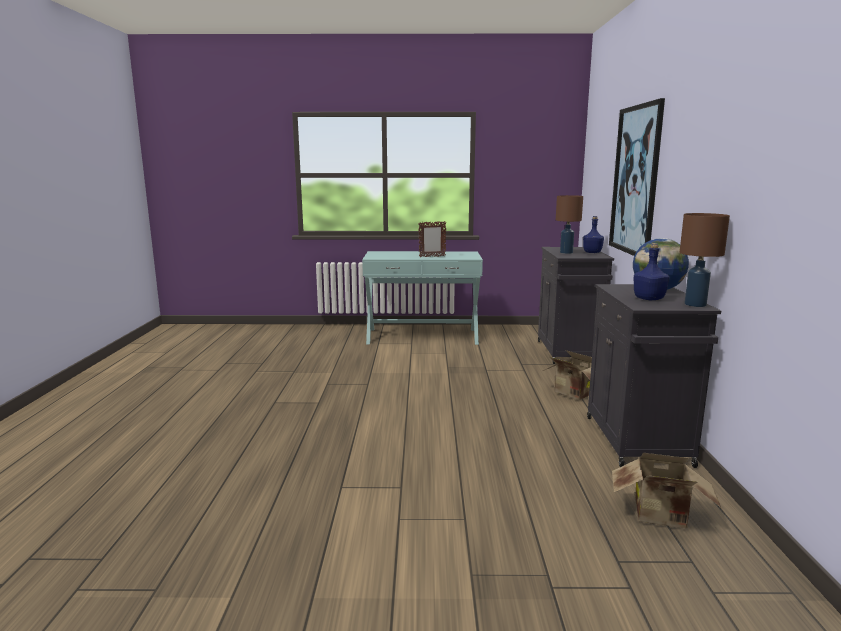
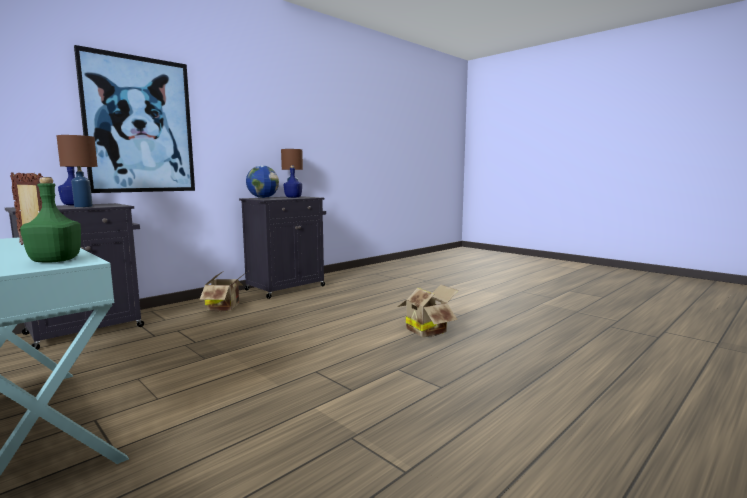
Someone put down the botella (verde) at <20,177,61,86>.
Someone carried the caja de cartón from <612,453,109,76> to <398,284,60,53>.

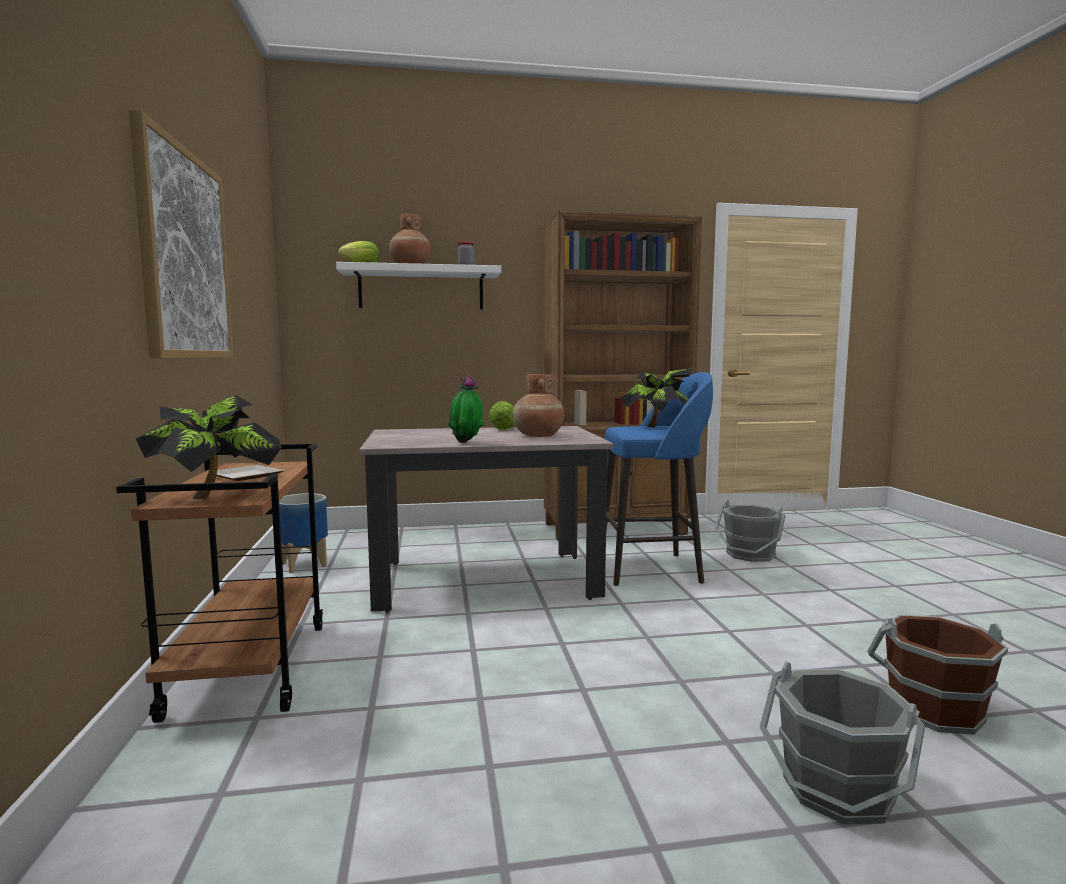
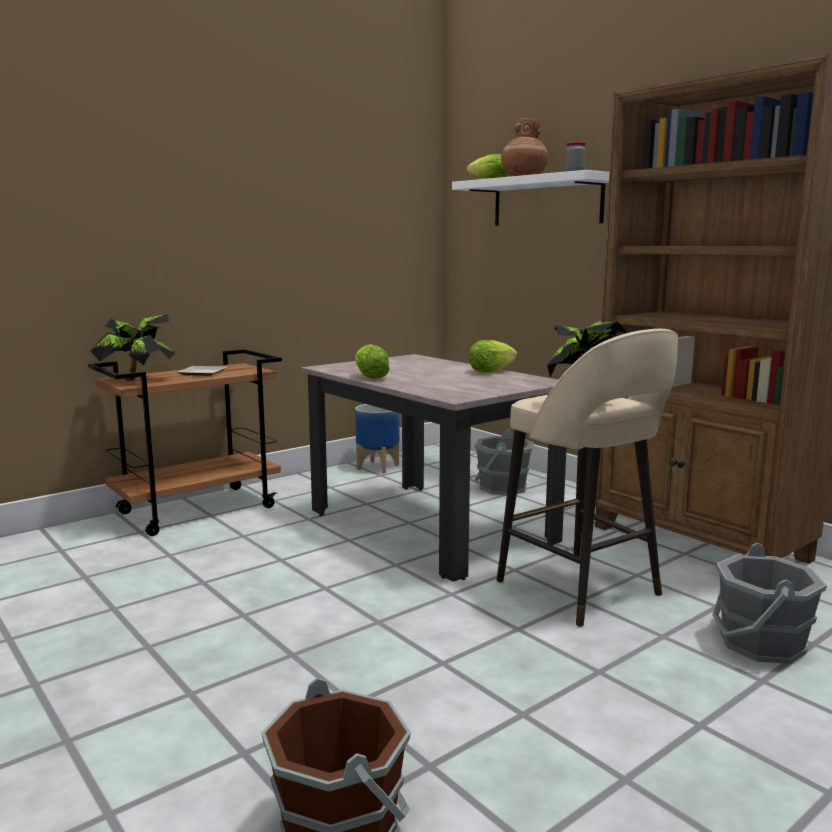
Someone swapped the planta en maceta at <448,375,37,68> for the lechuga at <355,344,35,35>.
Someone carried the cubo (gris) from <760,661,165,163> to <475,429,59,66>.
Someone repainted the taburete (azul) at <605,372,108,214>, which became the taburete (beis) at <497,329,181,298>.
Someone took away the cuadro at <129,110,104,248>.
Someone took away the florero (marrón) at <513,374,51,63>.

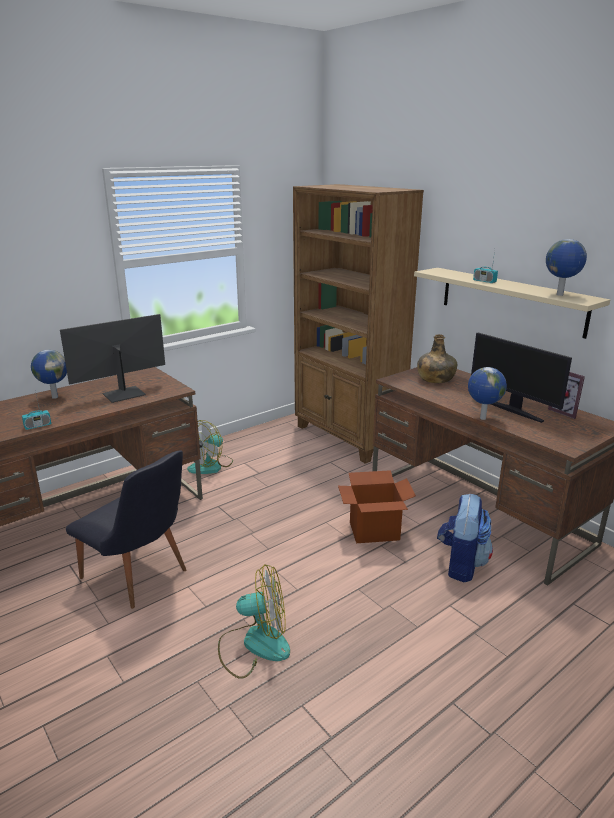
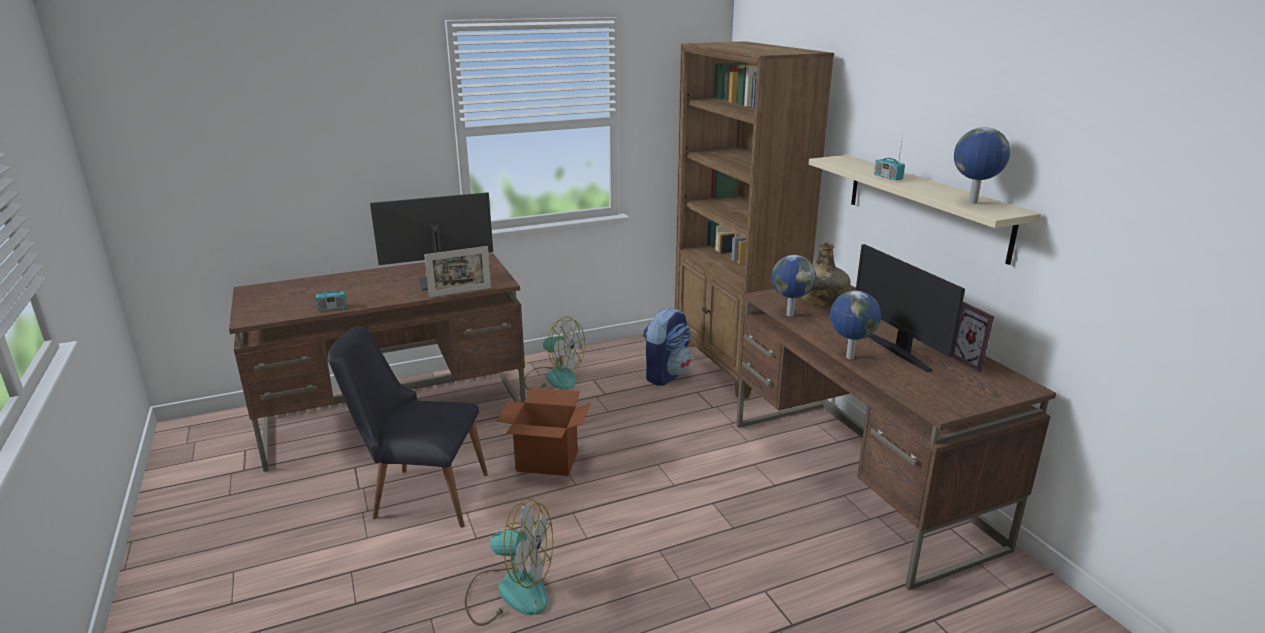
Someone rotated the silla (negro) at <66,450,120,159> by 135 degrees clockwise.
Someone put down the portarretratos at <424,246,67,51>.
Someone carried the caja de cartón from <338,470,78,73> to <496,387,95,89>.
Someone rotated the ventilador at <187,420,46,54> by 120 degrees counterclockwise.
Someone carried the mochila from <437,494,56,88> to <643,307,48,79>.
Someone carried the globo terráqueo from <31,350,36,49> to <772,255,44,61>.

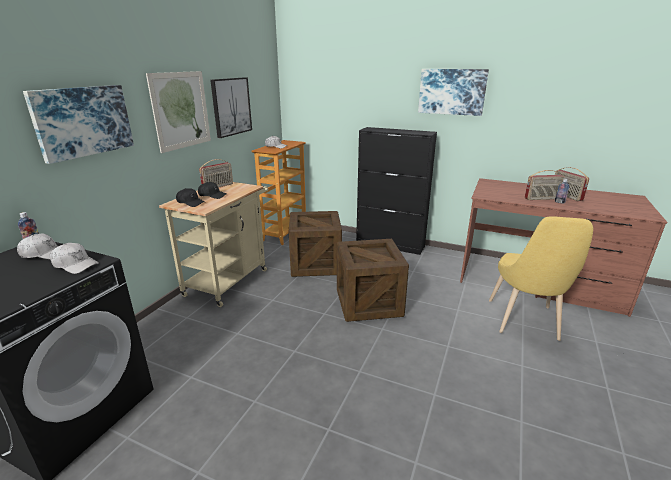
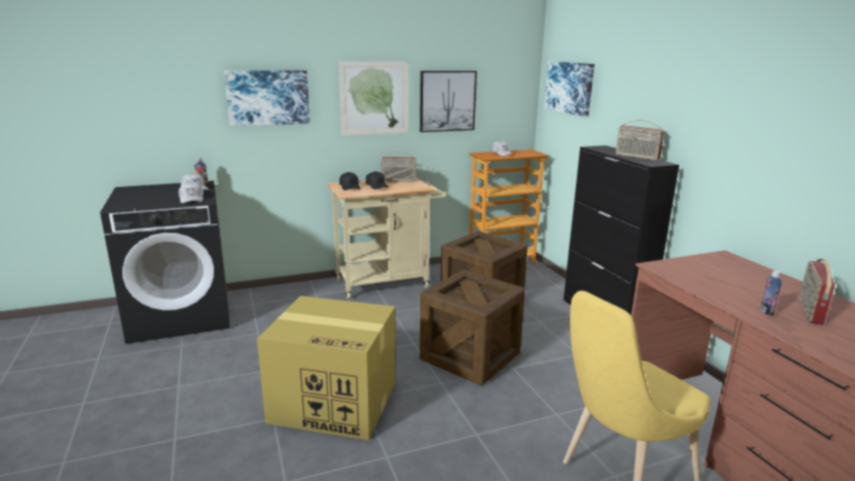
Someone put down the caja de cartón at <257,296,138,144>.
Someone carried the cuadro from <418,69,71,47> to <544,61,50,56>.
Someone carried the radio from <525,170,40,30> to <616,120,48,40>.

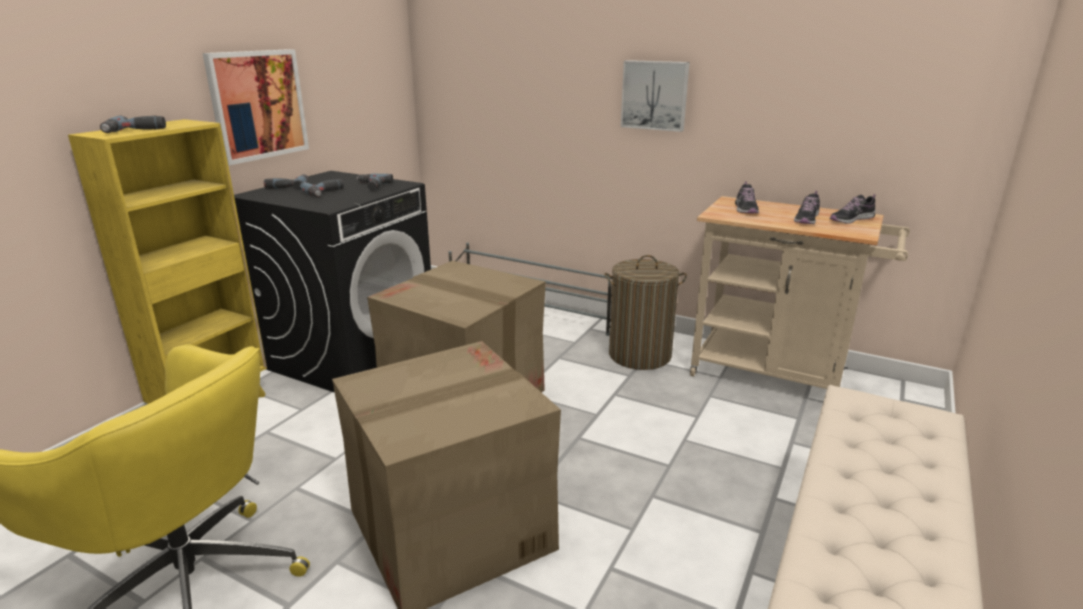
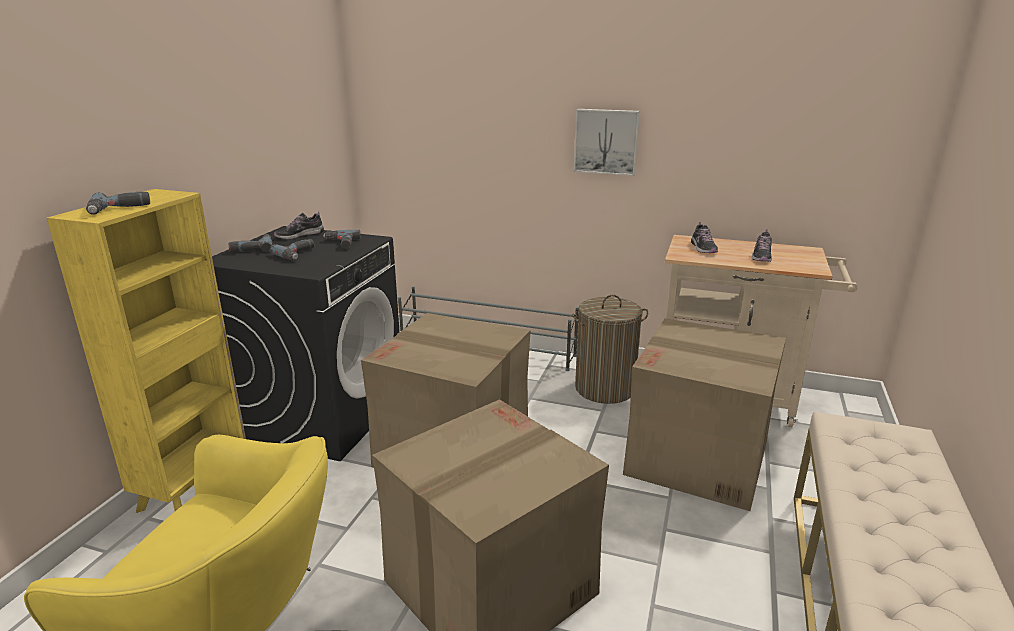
Someone carried the zapato from <830,194,46,30> to <274,211,50,28>.
Someone put down the caja de cartón at <623,318,163,193>.
Someone took away the cuadro at <202,49,107,117>.

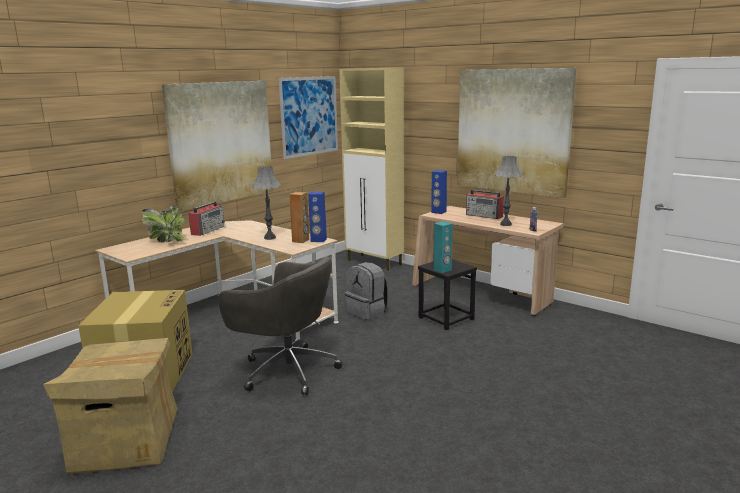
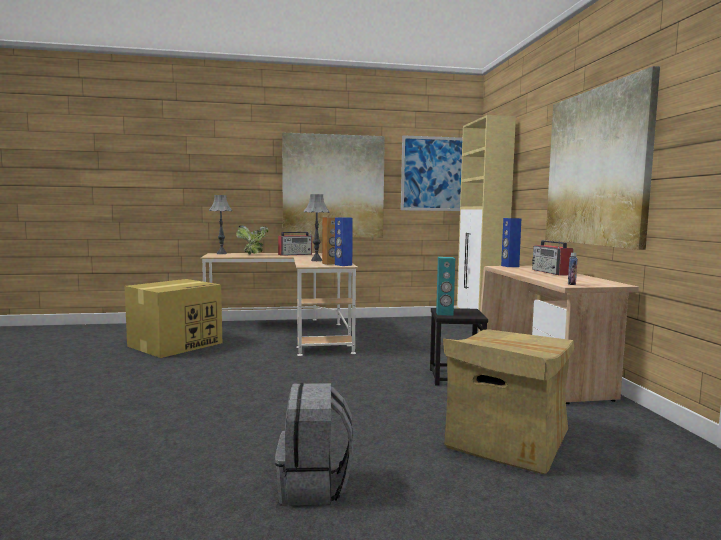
Someone carried the lámpara de mesa (gris) from <495,156,28,70> to <209,195,24,59>.
Someone carried the mochila (gris) from <345,262,44,58> to <275,383,78,122>.
Someone carried the caja de cartón from <43,338,135,136> to <443,329,131,145>.
Someone took away the silla de oficina (gris) at <218,256,124,139>.

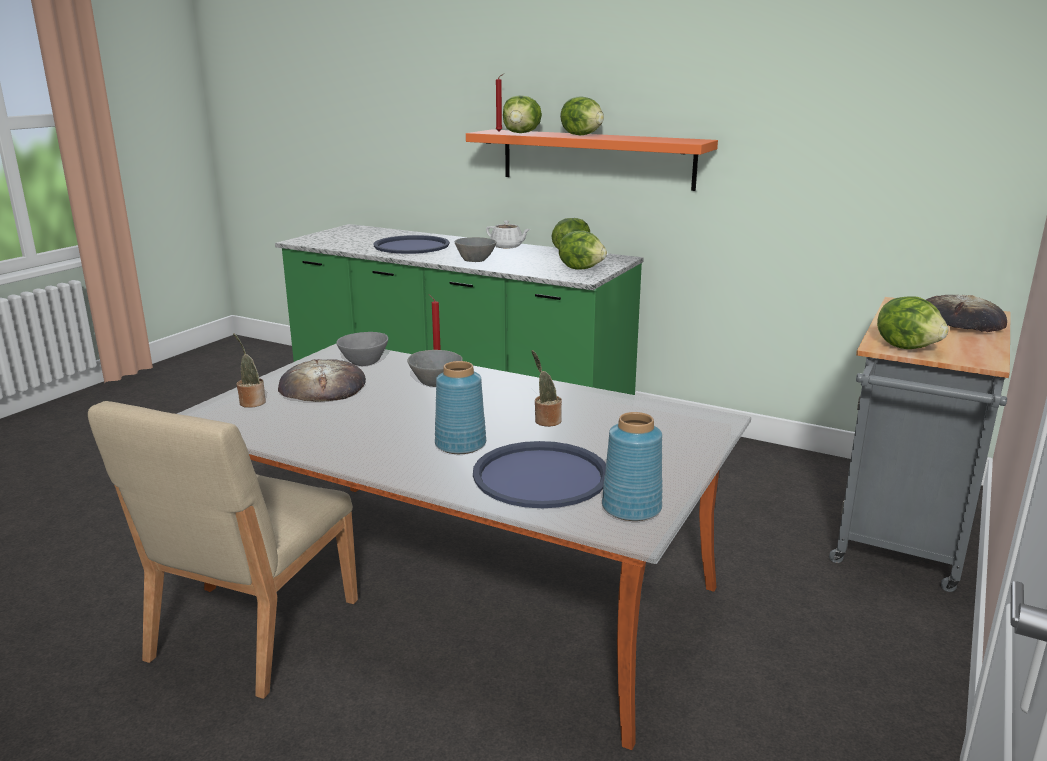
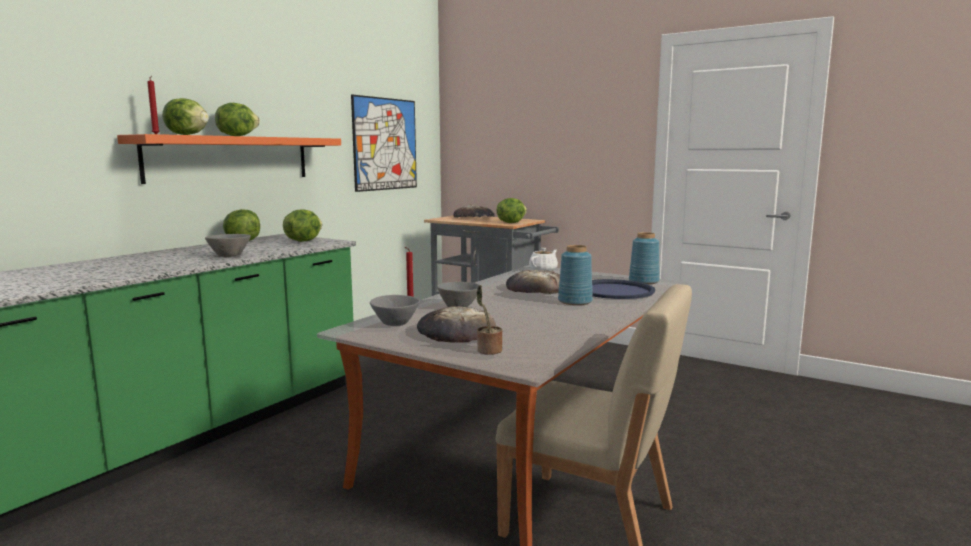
Someone put up the cuadro at <351,95,66,97>.
Someone swapped the planta en maceta at <531,350,31,77> for the pan at <506,270,54,24>.
Someone carried the tetera (blanco) from <486,221,44,28> to <529,248,29,23>.
Someone took away the bandeja (azul) at <373,235,77,19>.

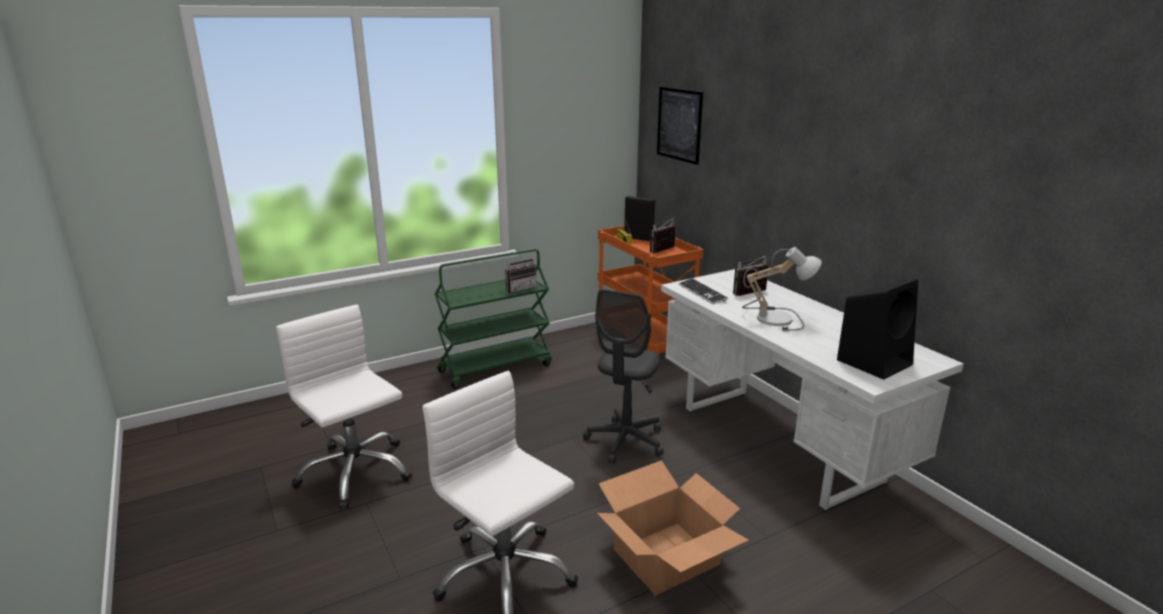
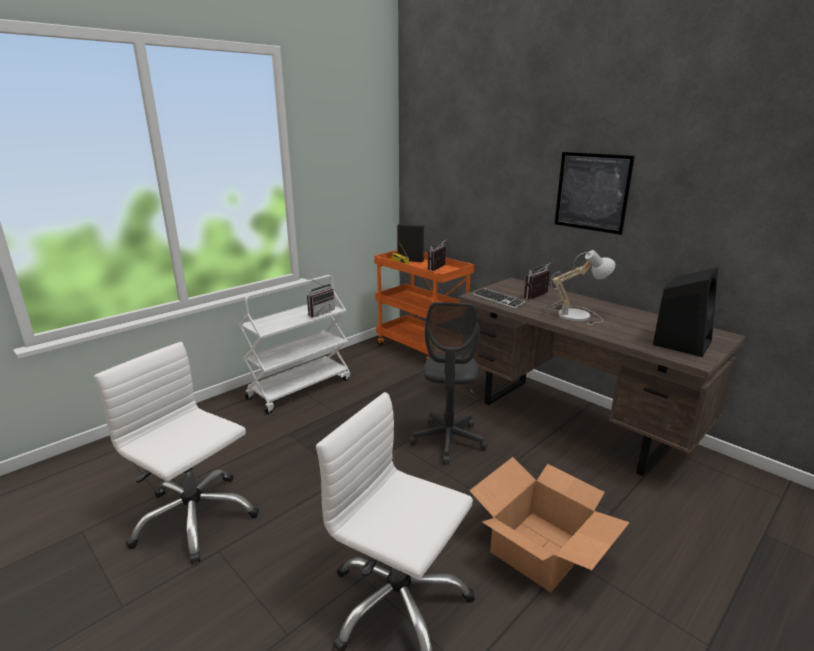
Someone repainted the carrito (verde) at <435,249,117,140>, which became the carrito (blanco) at <239,275,111,139>.
Someone repainted the escritorio (blanco) at <661,269,303,241>, which became the escritorio (marrón) at <458,278,288,198>.
Someone carried the cuadro from <657,87,46,78> to <555,152,80,83>.

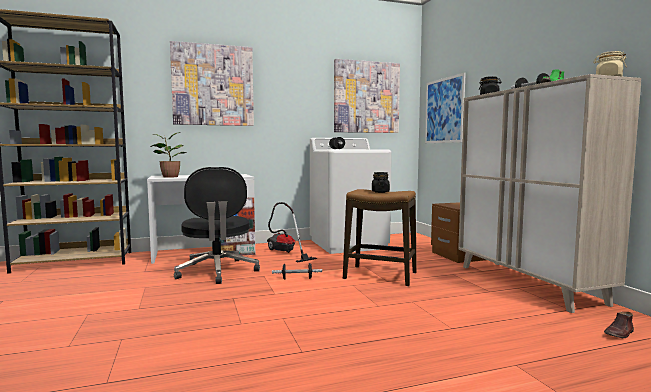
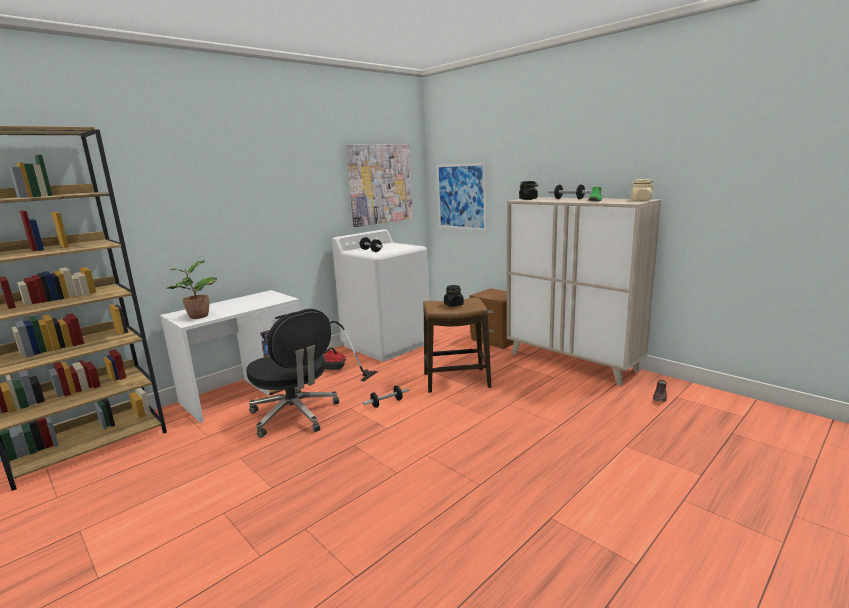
Someone took away the cuadro at <170,41,84,85>.

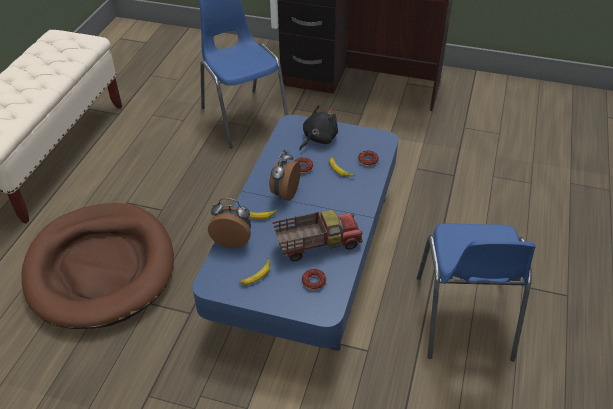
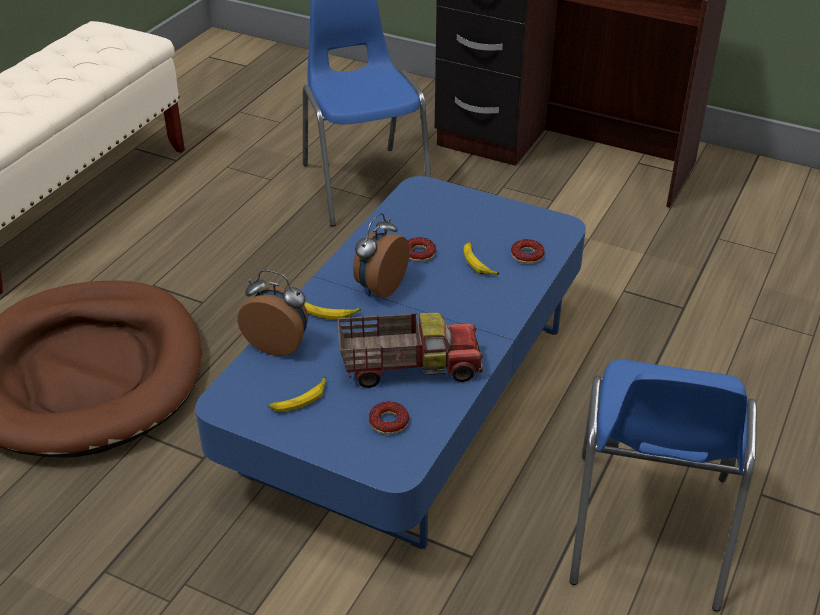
Someone took away the peluche (negro) at <299,105,39,45>.

